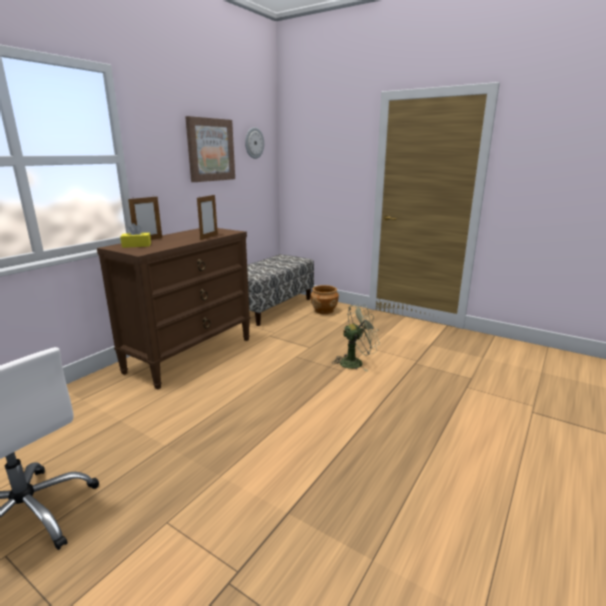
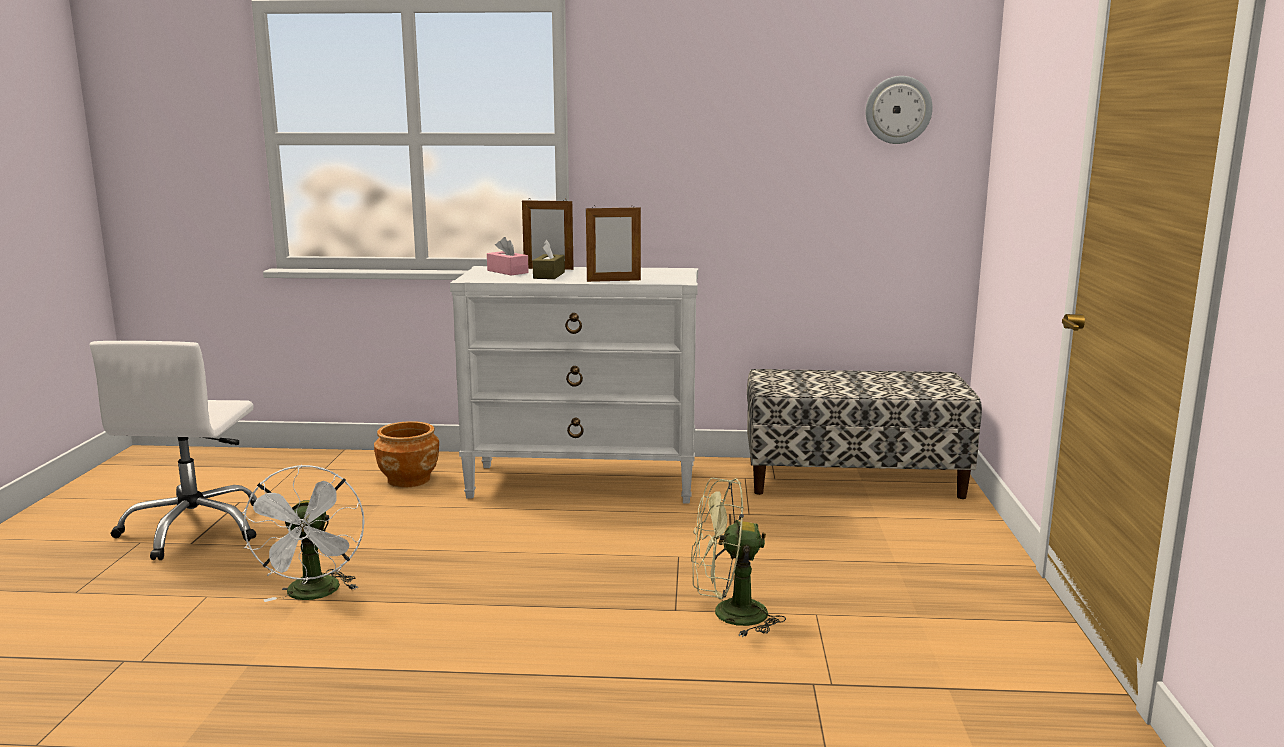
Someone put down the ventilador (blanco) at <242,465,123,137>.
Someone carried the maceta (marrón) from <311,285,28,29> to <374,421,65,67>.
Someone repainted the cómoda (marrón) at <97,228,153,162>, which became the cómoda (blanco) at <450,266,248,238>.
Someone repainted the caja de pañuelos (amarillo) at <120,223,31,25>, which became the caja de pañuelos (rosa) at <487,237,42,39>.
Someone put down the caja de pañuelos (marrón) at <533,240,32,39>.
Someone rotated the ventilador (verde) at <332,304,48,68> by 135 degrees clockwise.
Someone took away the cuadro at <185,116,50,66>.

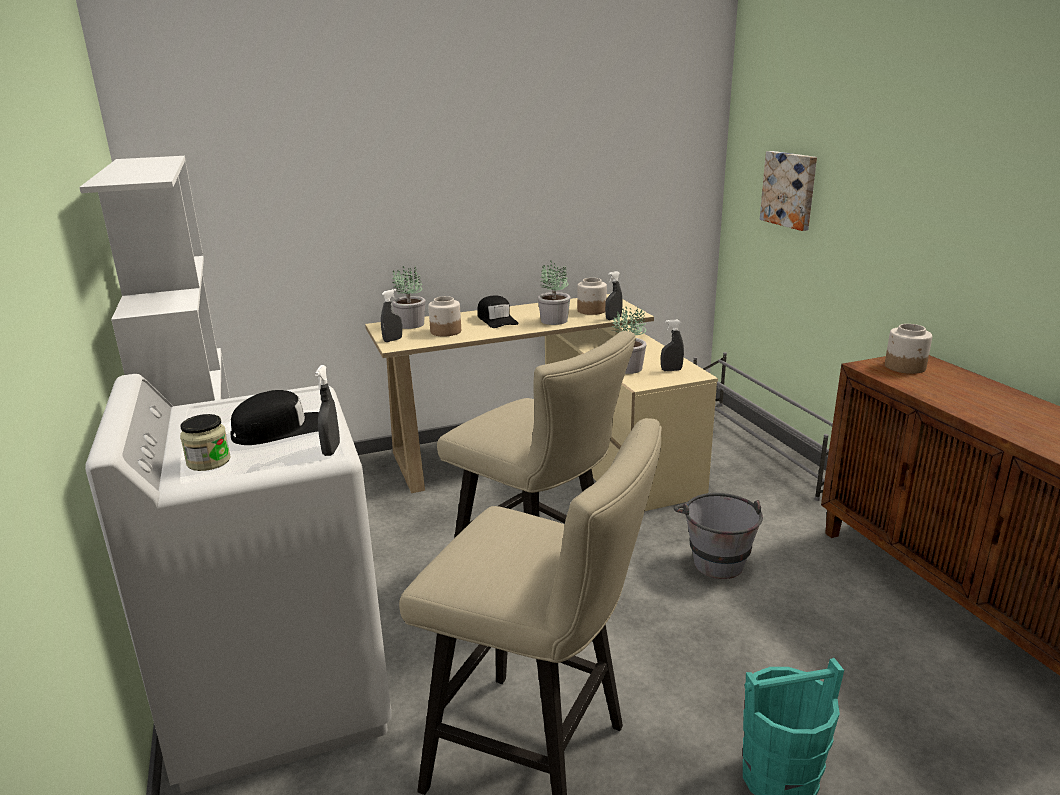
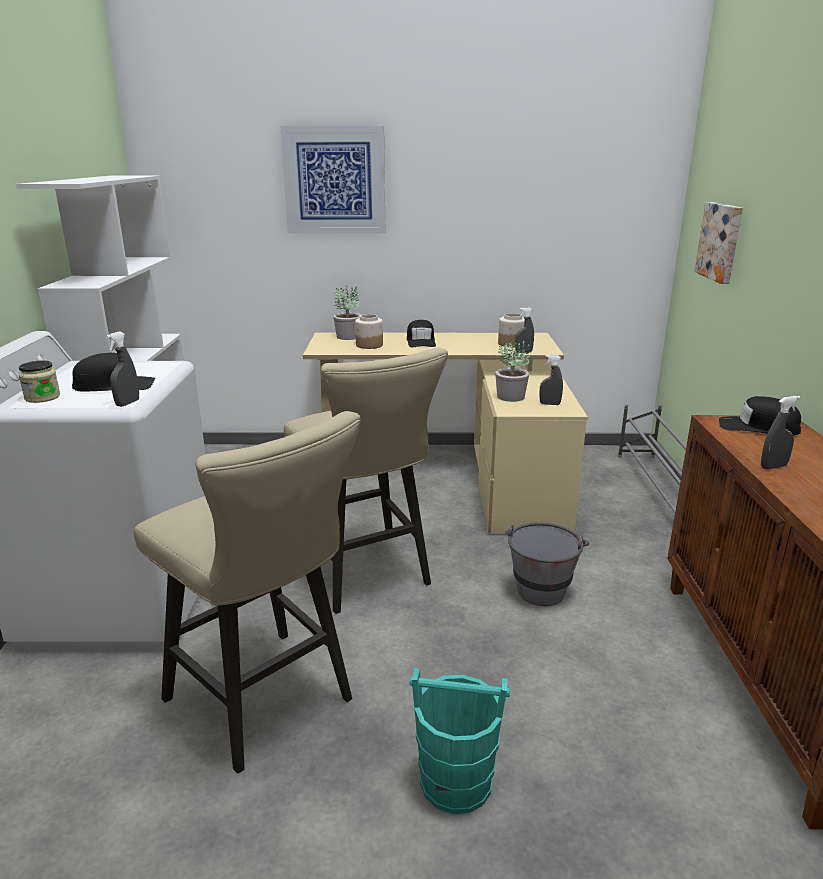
Someone put up the cuadro at <280,126,106,107>.
Someone swapped the tarro at <885,324,47,50> for the gorra (negro) at <719,396,82,40>.
Someone carried the pulverizador (gris) from <381,289,21,53> to <761,396,39,73>.
Someone took away the planta en maceta at <538,261,32,64>.

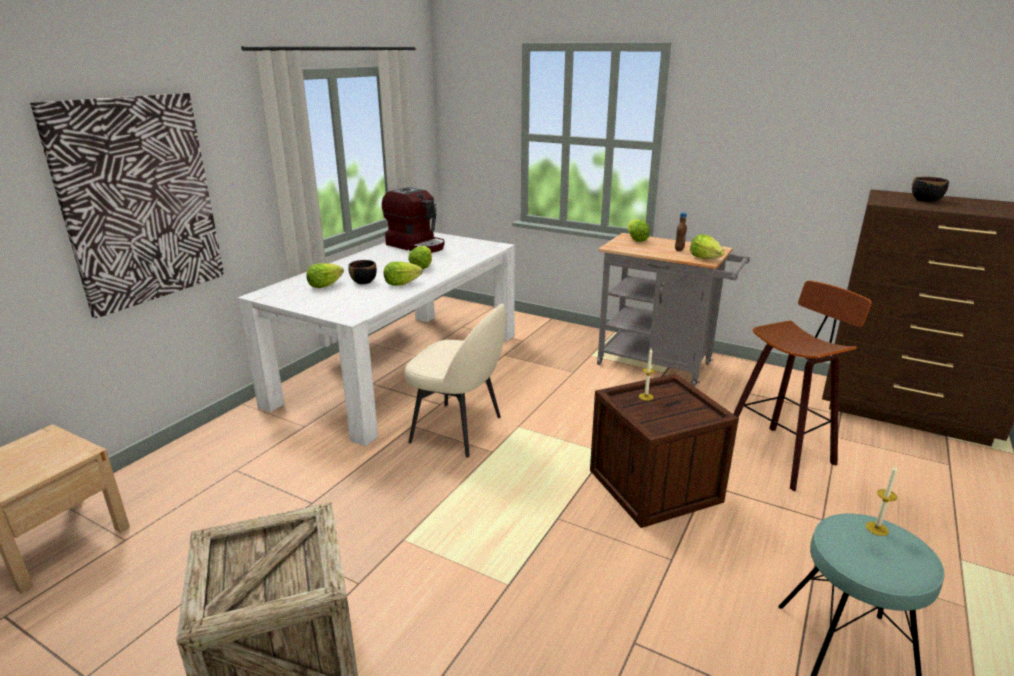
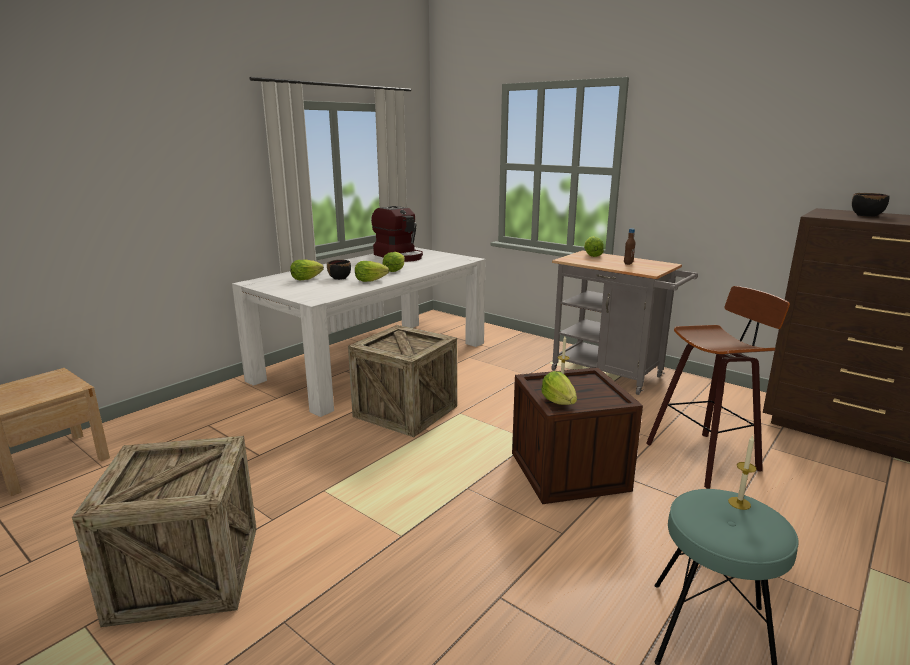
Someone swapped the silla (beis) at <405,303,101,154> for the caja de embalaje at <348,325,109,112>.
Someone carried the lechuga from <690,234,35,25> to <541,371,36,34>.
Someone took away the cuadro at <30,93,194,225>.

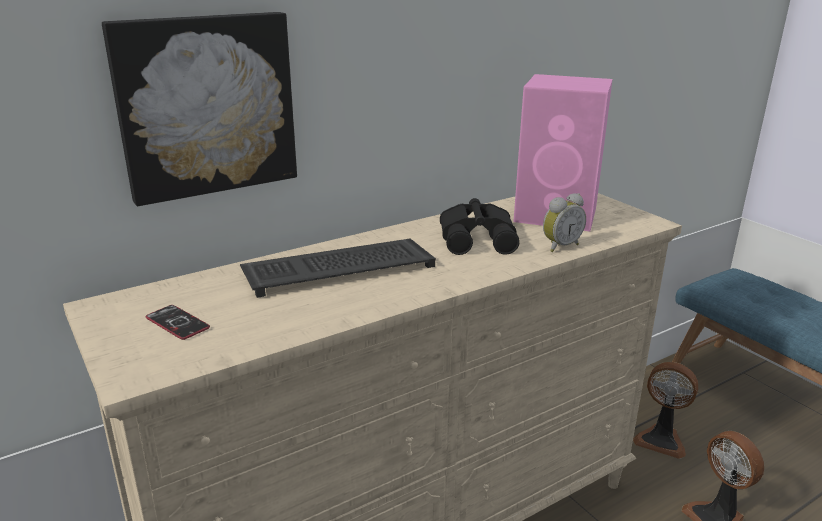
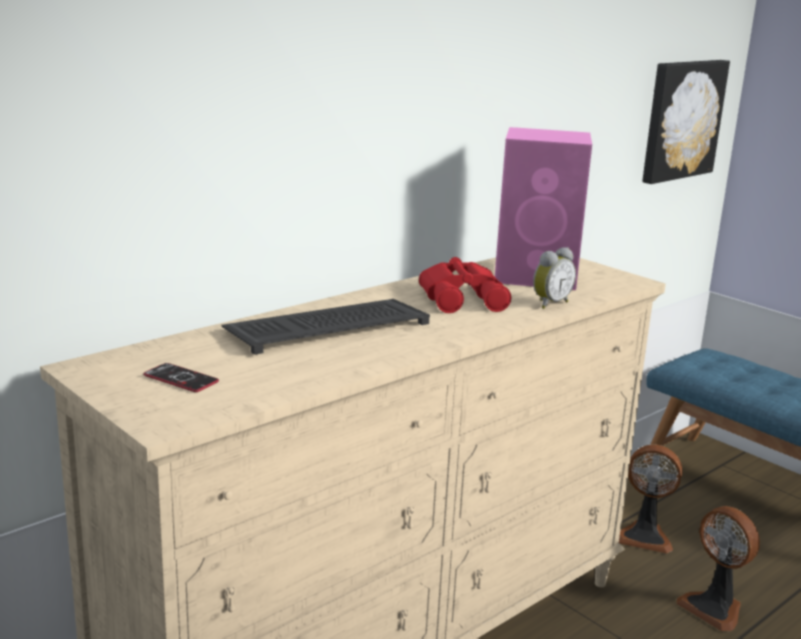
Someone repainted the prismáticos (negro) at <440,198,80,57>, which became the prismáticos (rojo) at <419,257,92,56>.
Someone carried the cuadro from <102,12,195,194> to <642,60,88,124>.

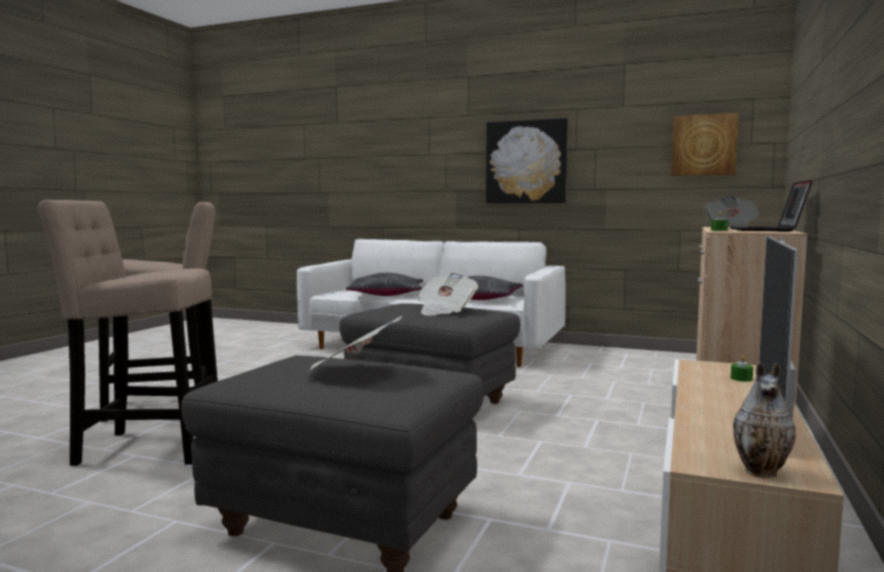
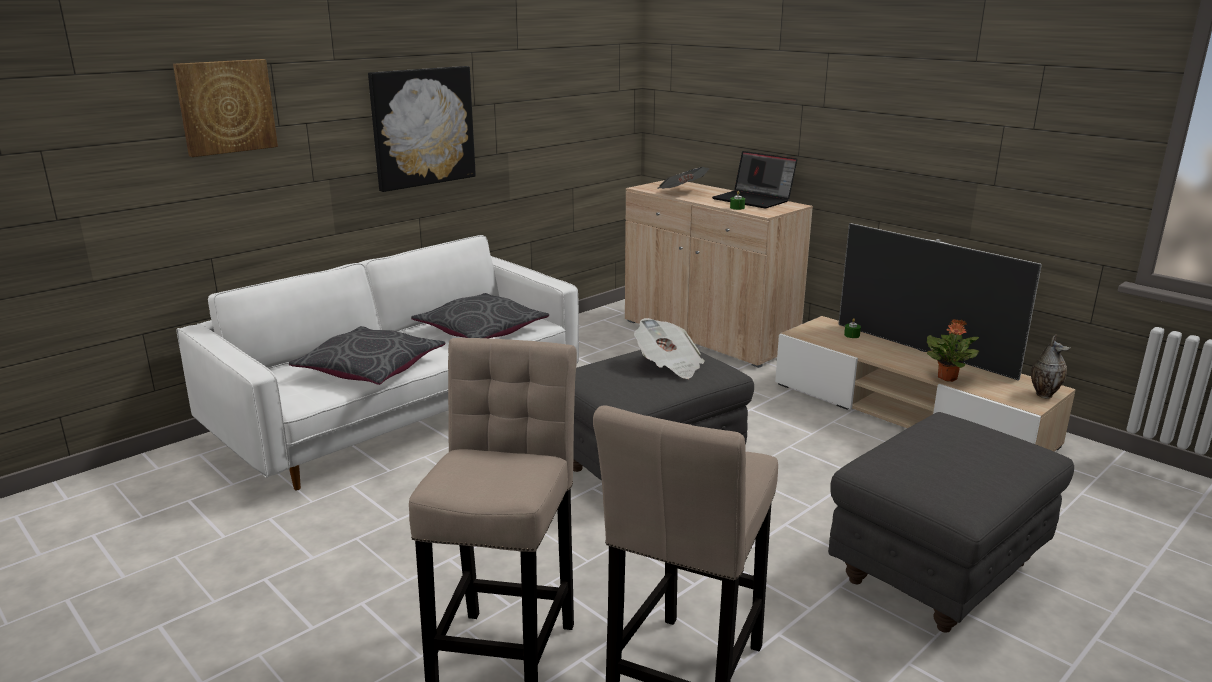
Someone carried the cuadro from <671,113,68,63> to <173,59,105,98>.
Someone put down the planta en maceta at <927,319,52,63>.
Someone took away the periódico at <305,316,97,57>.

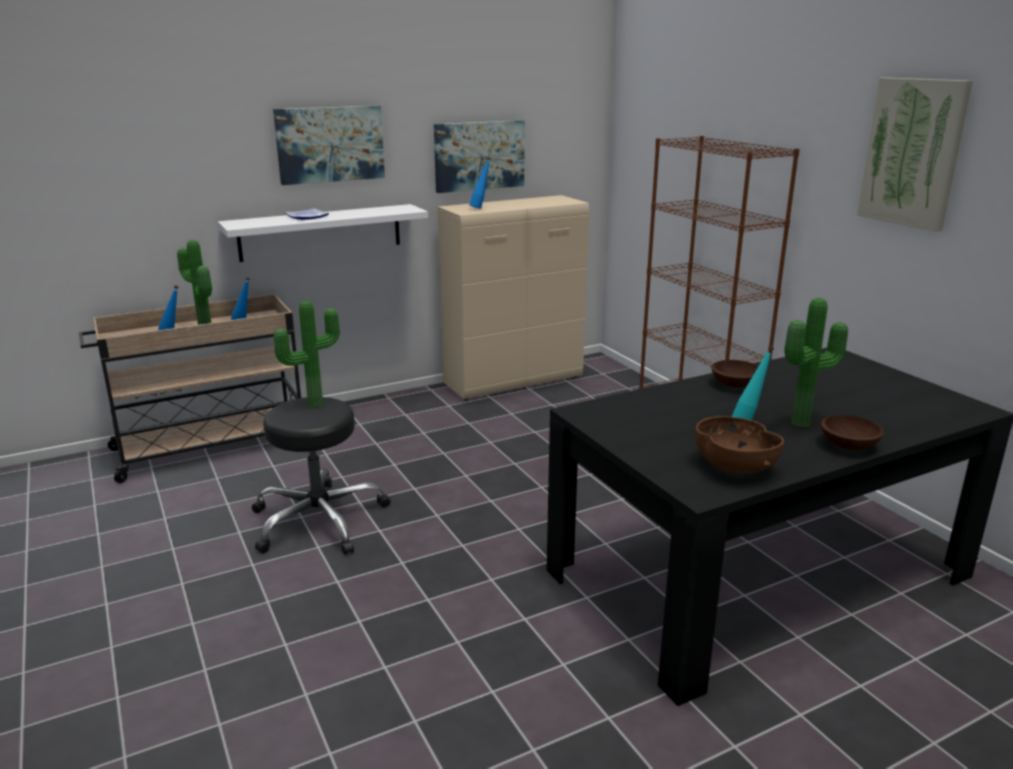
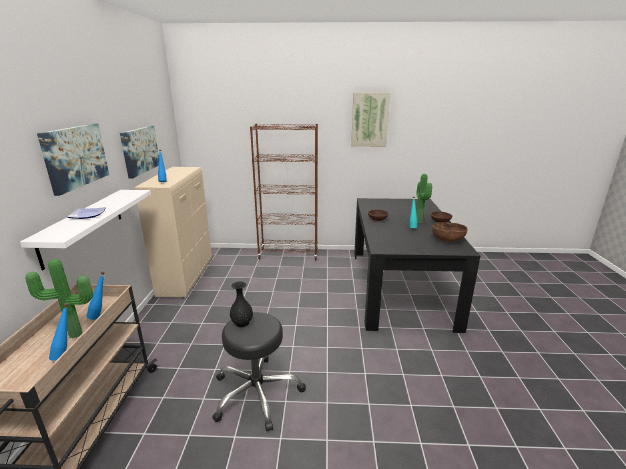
Someone swapped the planta en maceta at <274,301,66,107> for the florero (negro) at <230,281,23,46>.

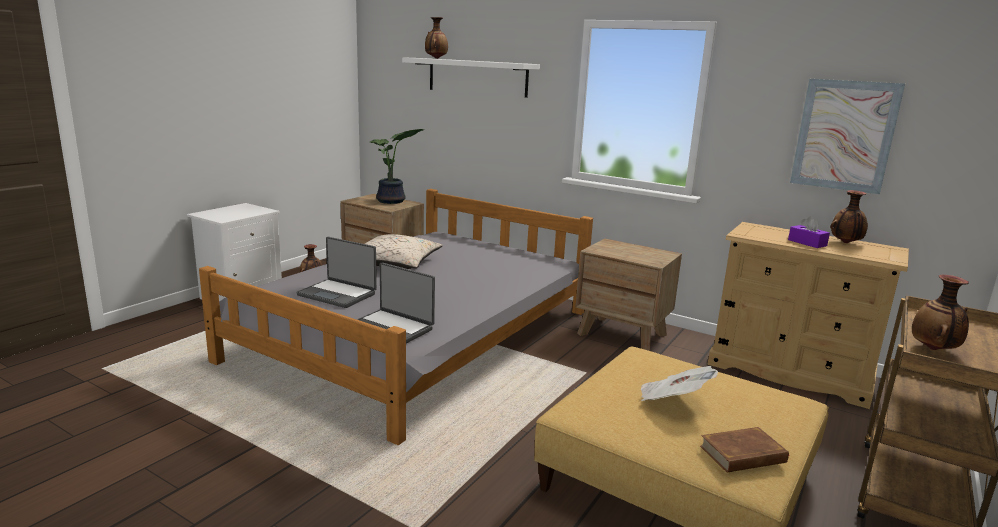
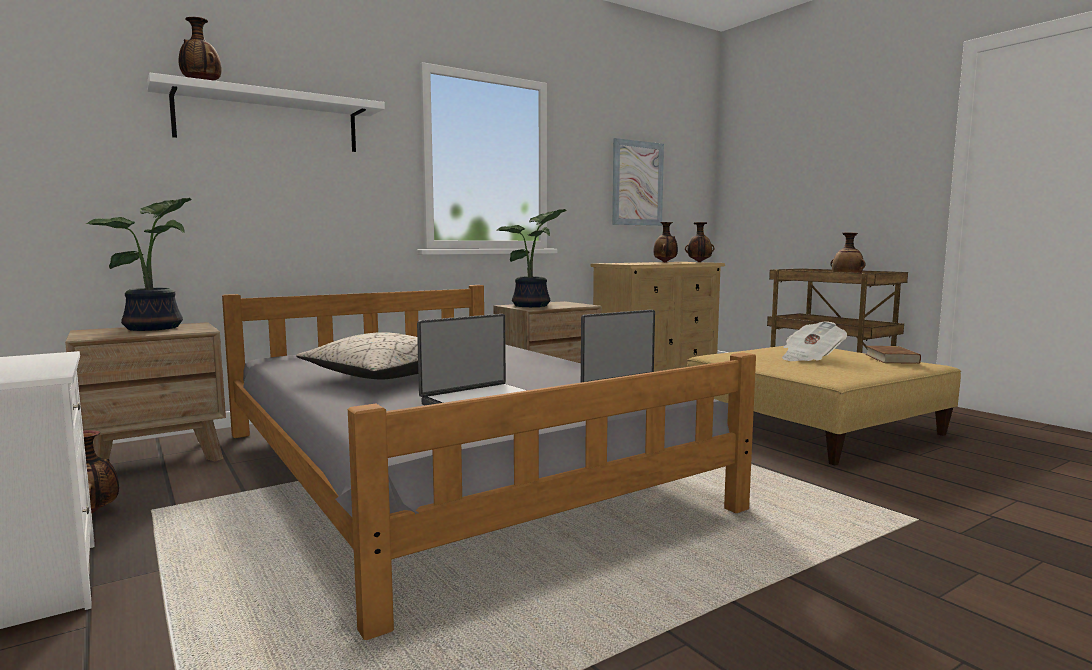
Someone put down the planta en maceta at <497,209,70,98>.
Someone put down the florero at <685,222,29,40>.
Someone took away the caja de pañuelos (morado) at <788,216,42,32>.

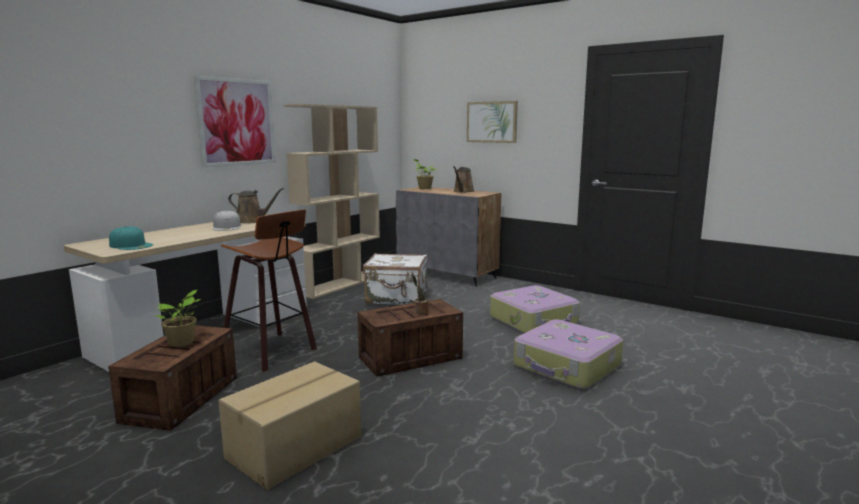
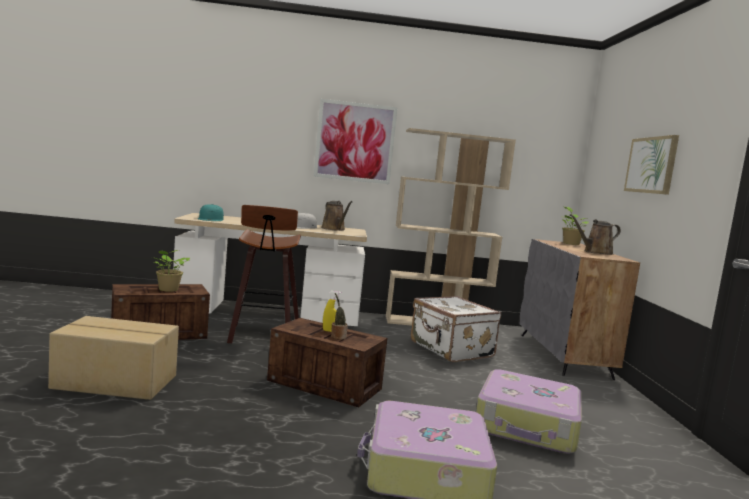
Someone put down the pulverizador (amarillo) at <323,291,19,41>.

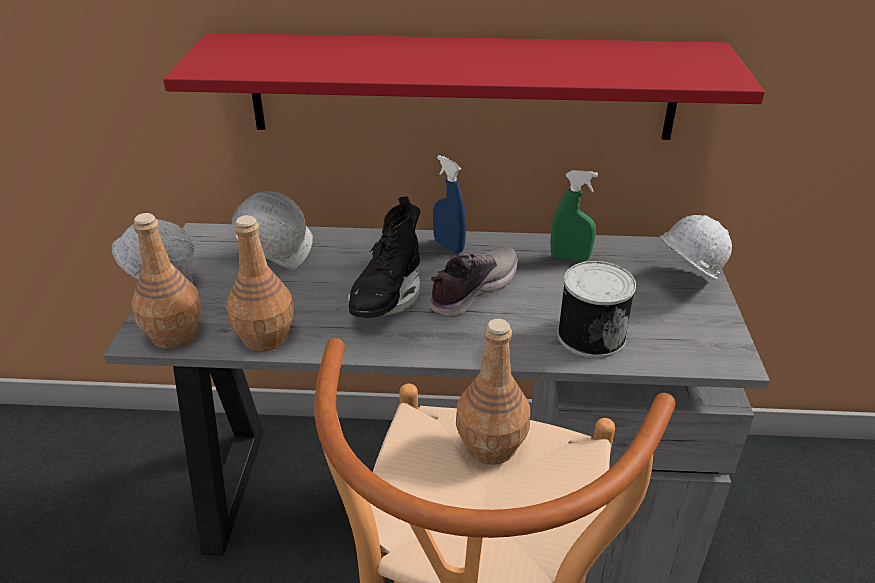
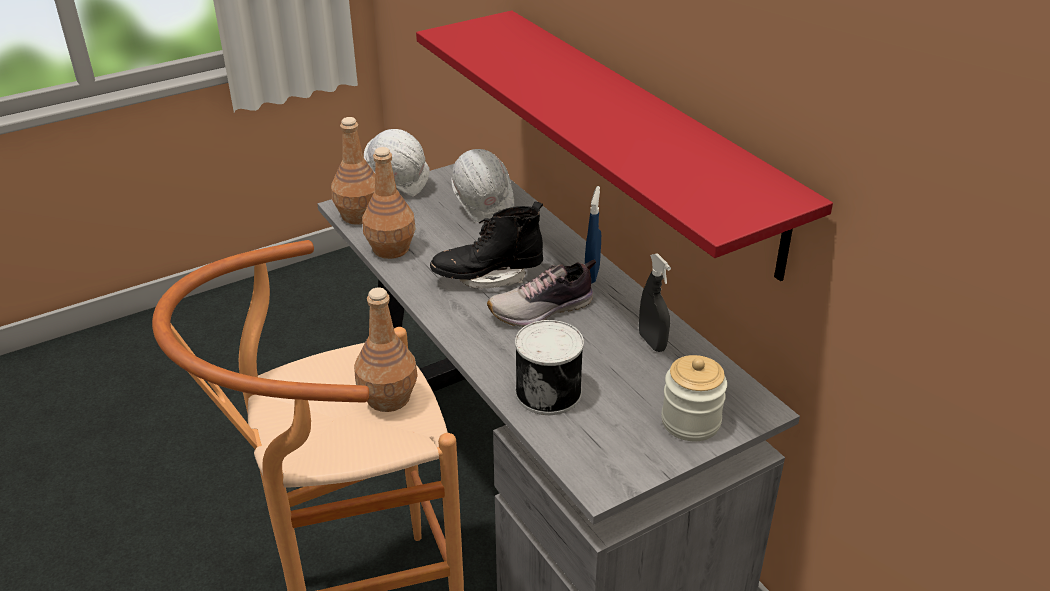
Someone rotated the zapato at <430,245,88,72> by 150 degrees clockwise.
Someone repainted the pulverizador (verde) at <550,170,48,91>, which became the pulverizador (gris) at <639,253,32,99>.
Someone swapped the casco (blanco) at <660,215,72,65> for the tarro at <661,355,66,86>.

